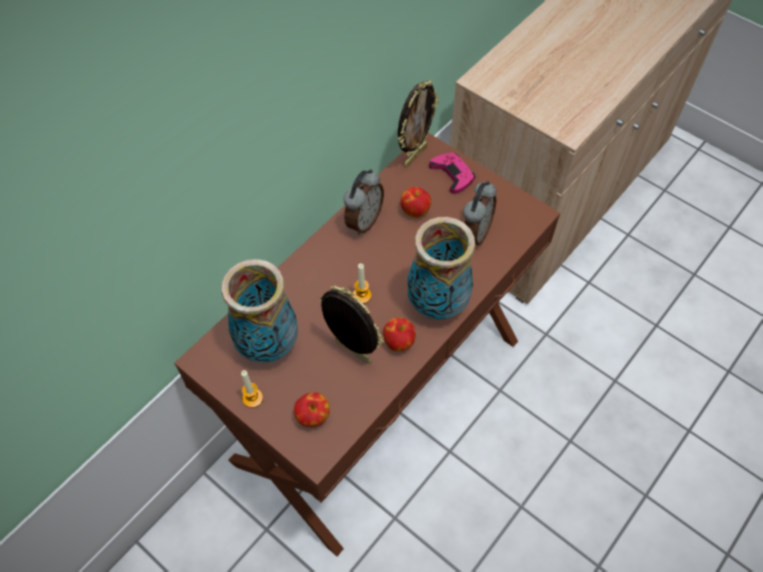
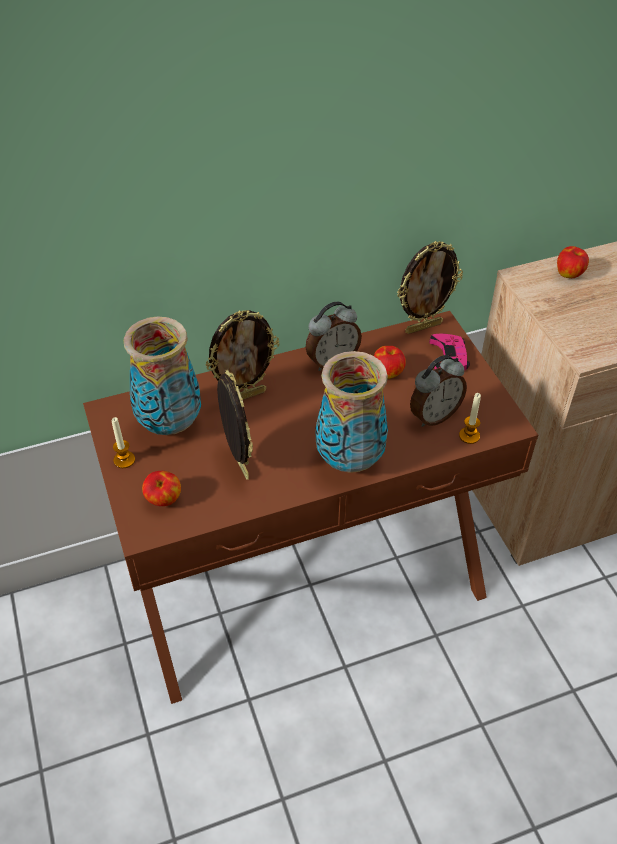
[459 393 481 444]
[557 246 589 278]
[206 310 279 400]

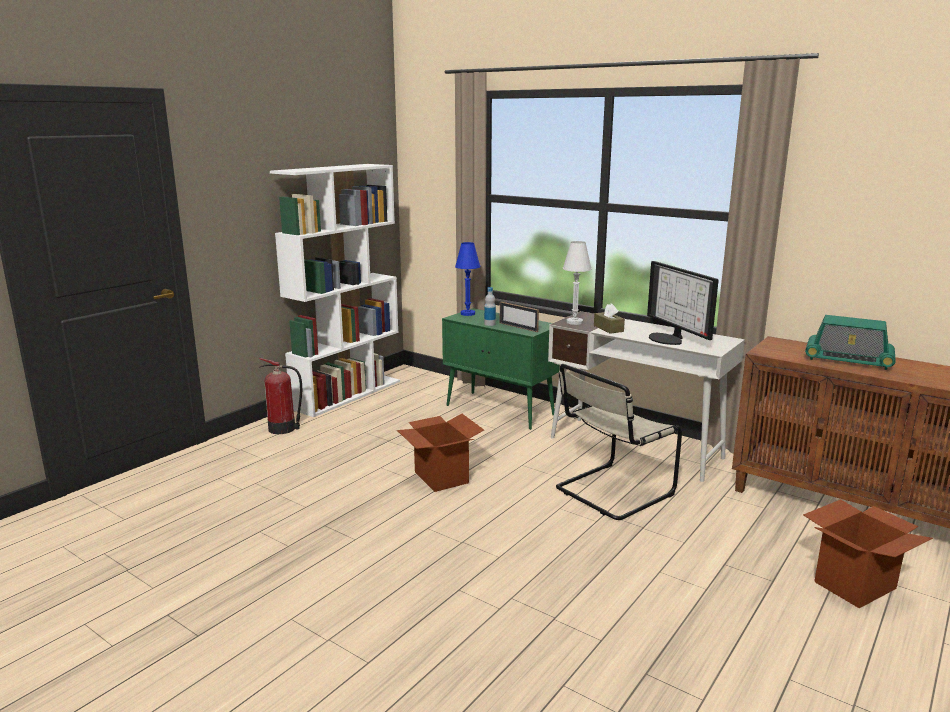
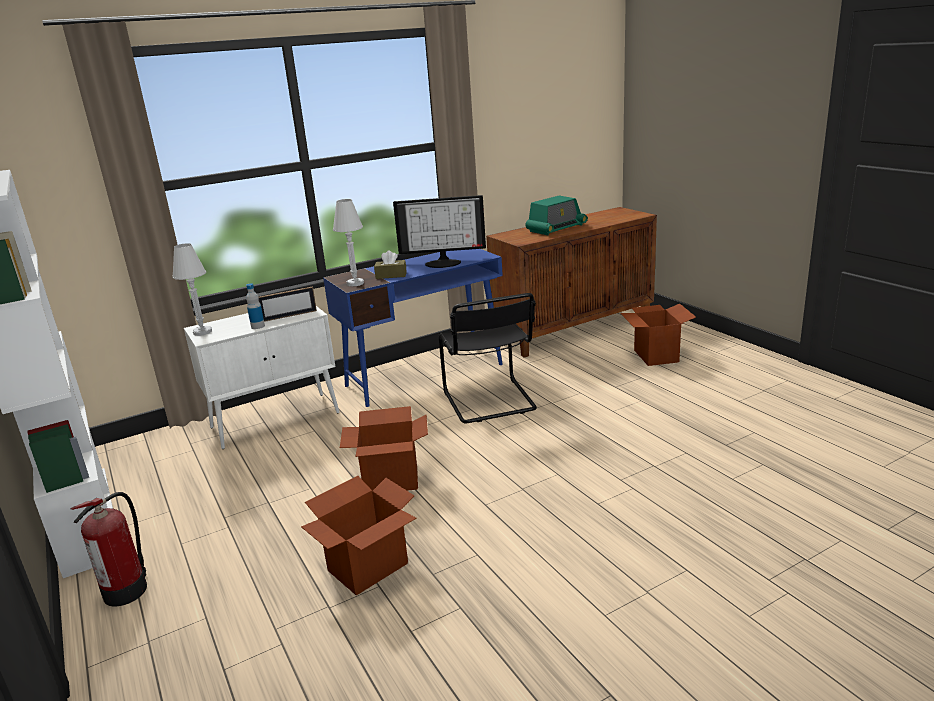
[172 243 212 336]
[184 306 339 449]
[323 249 503 407]
[439 293 537 423]
[301 476 417 596]

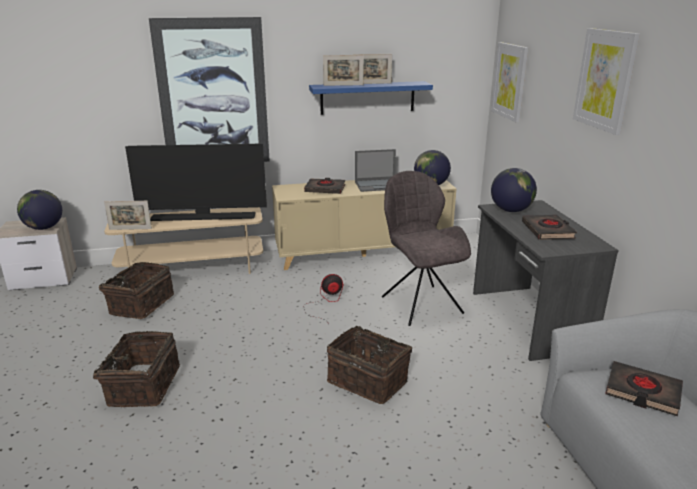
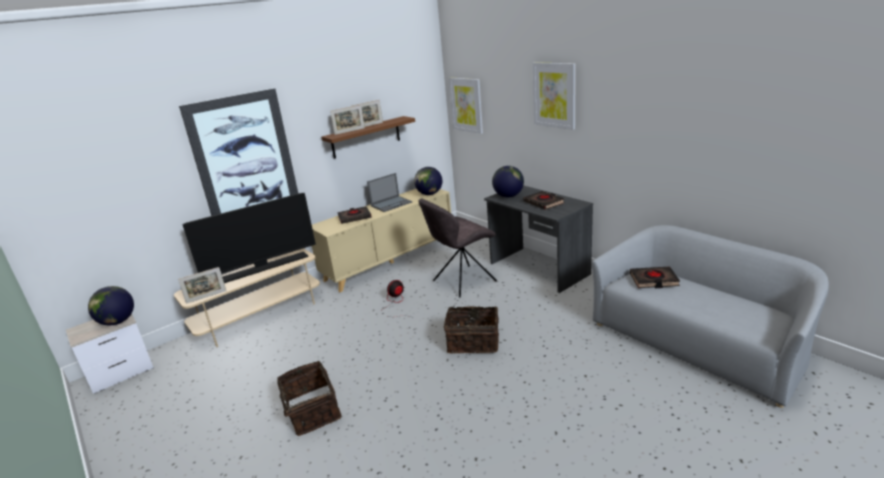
[321 116 415 159]
[419 199 497 298]
[93 262 174 319] (first image)

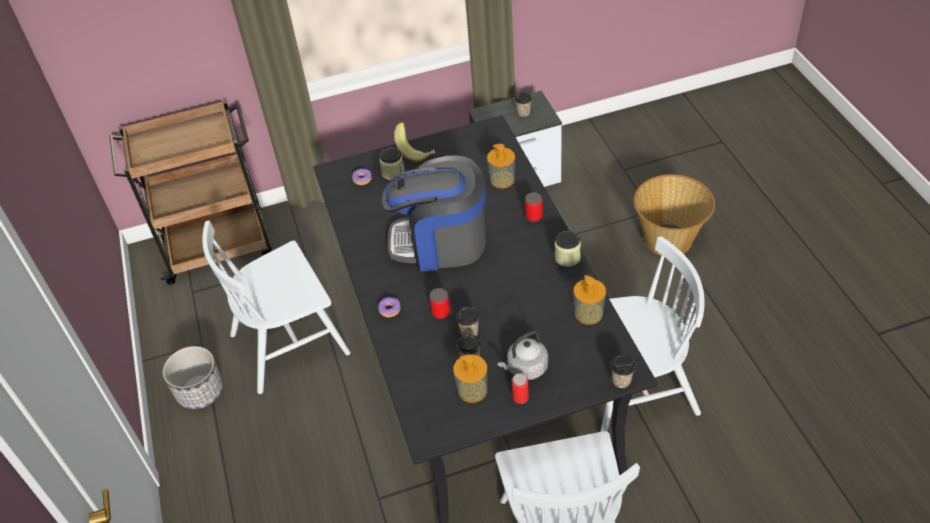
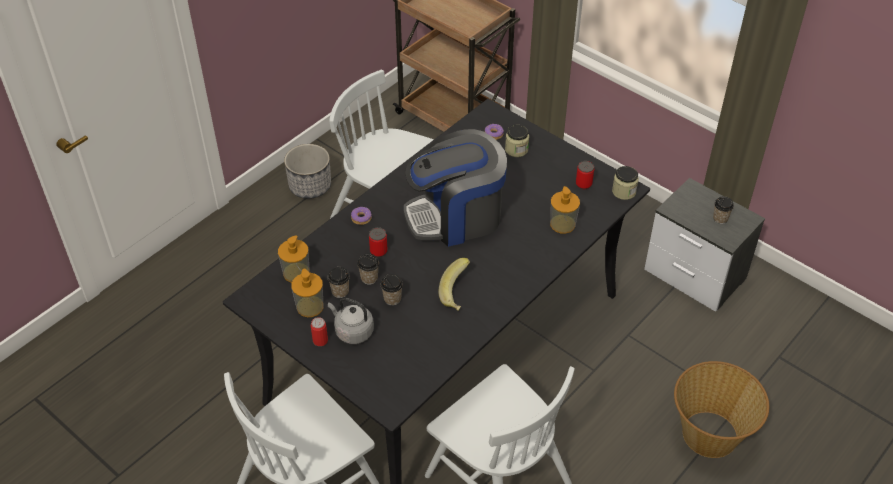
[438 258 470 311]
[404 129 507 247]
[576 161 594 189]
[612 166 639 200]
[278 235 310 283]
[381 274 403 306]

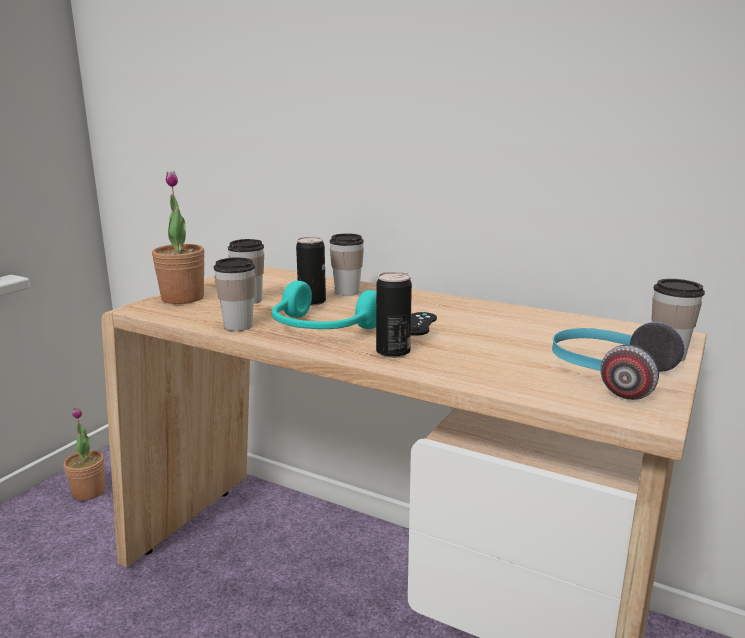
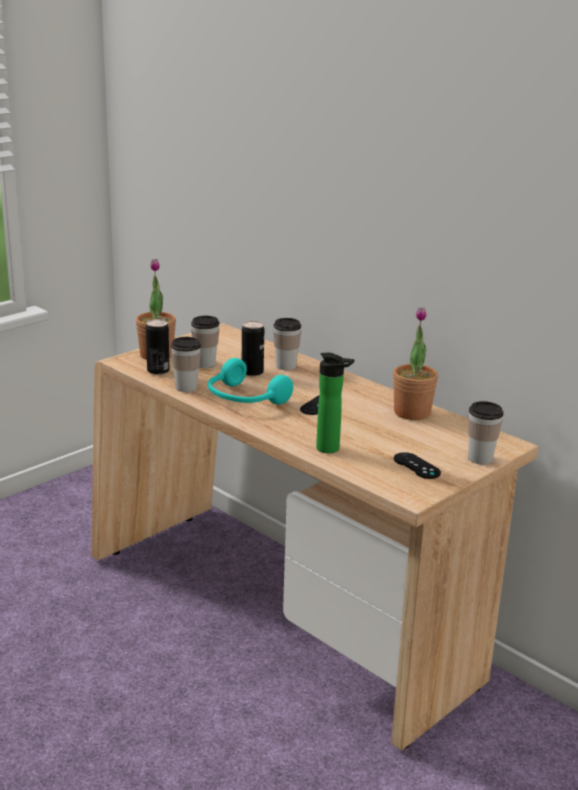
[146 319 169 375]
[394 452 441 479]
[393 307 438 420]
[316 353 355 453]

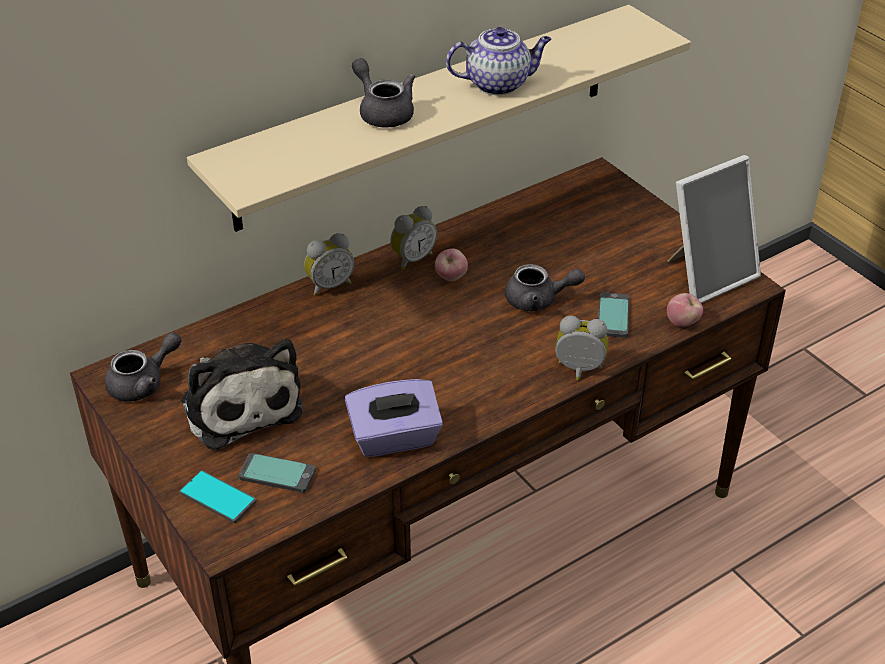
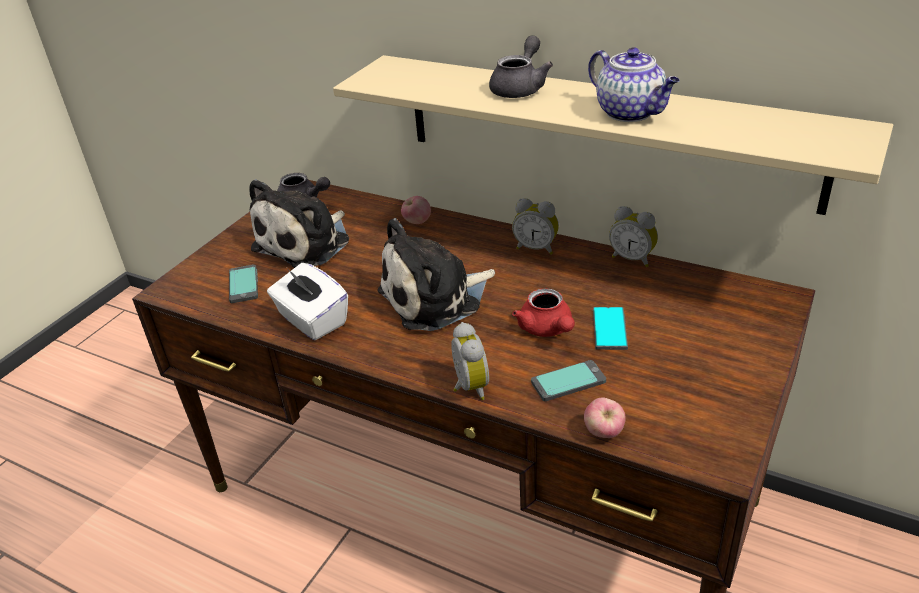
[667 155 761 303] (first image)
[609 206 658 267]
[401 196 431 224]
[512 288 575 337]
[267 263 348 340]
[593 307 628 350]
[377 218 495 331]

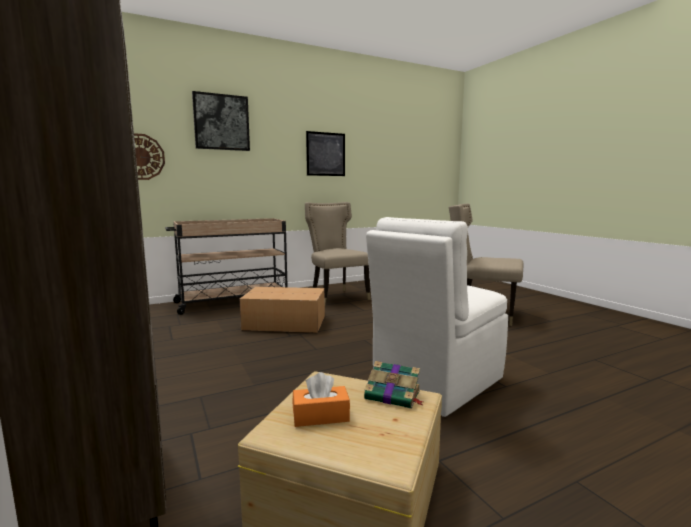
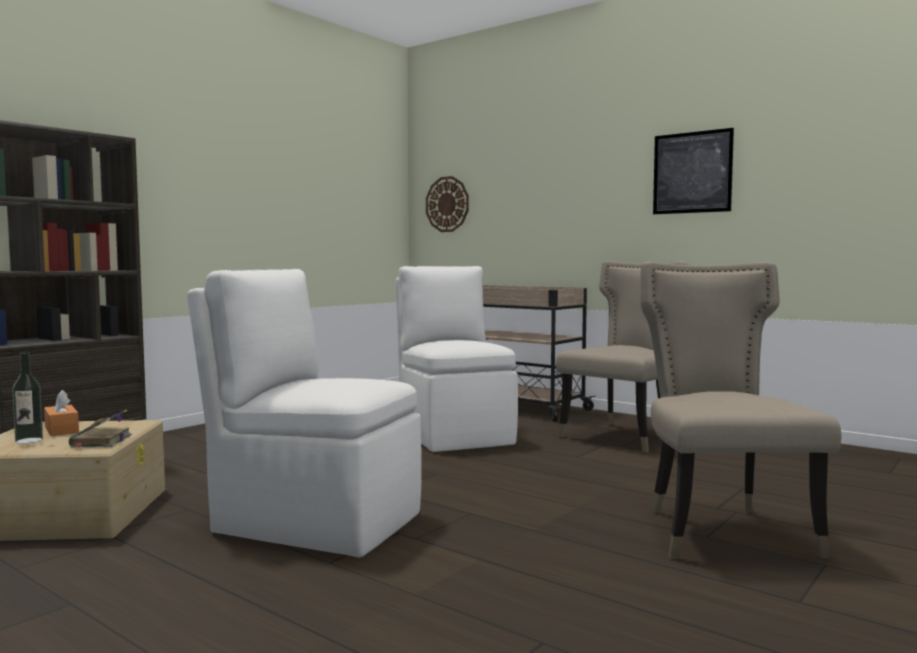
[192 91 250 151] (first image)
[395 266 518 452]
[12 352 43 444]

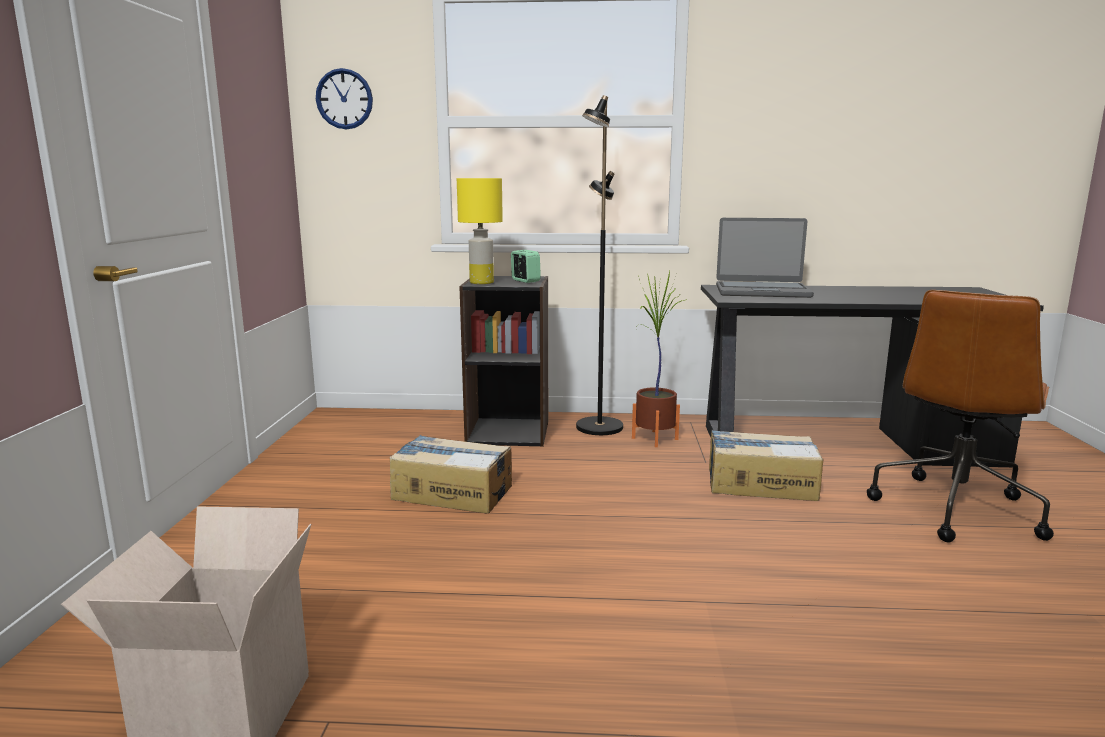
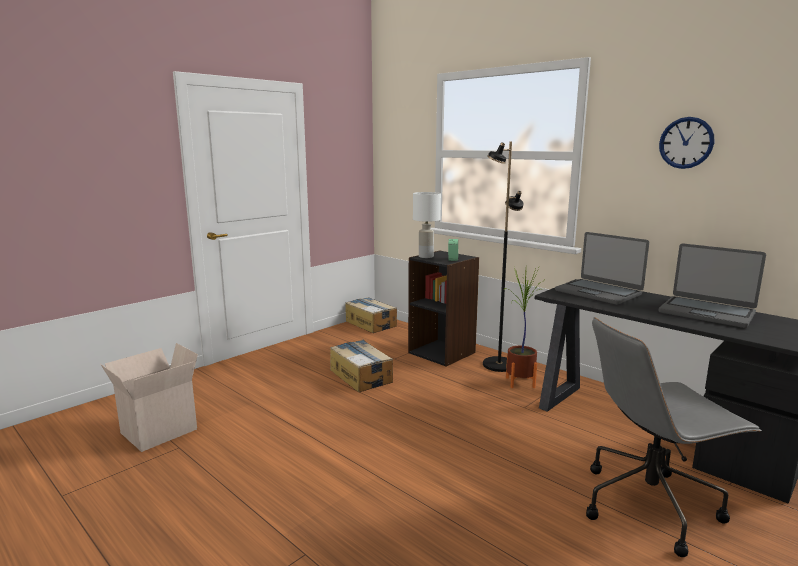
[659 117 714 169]
[413 192 441 258]
[586 317 762 557]
[345 297 397 333]
[659 243 766 328]

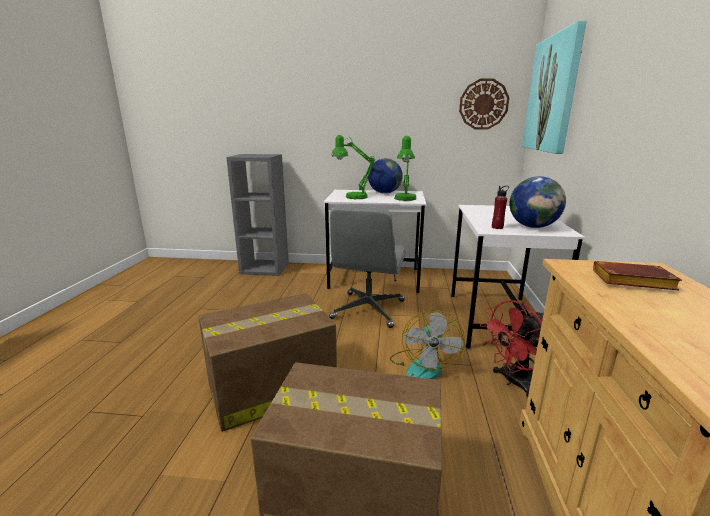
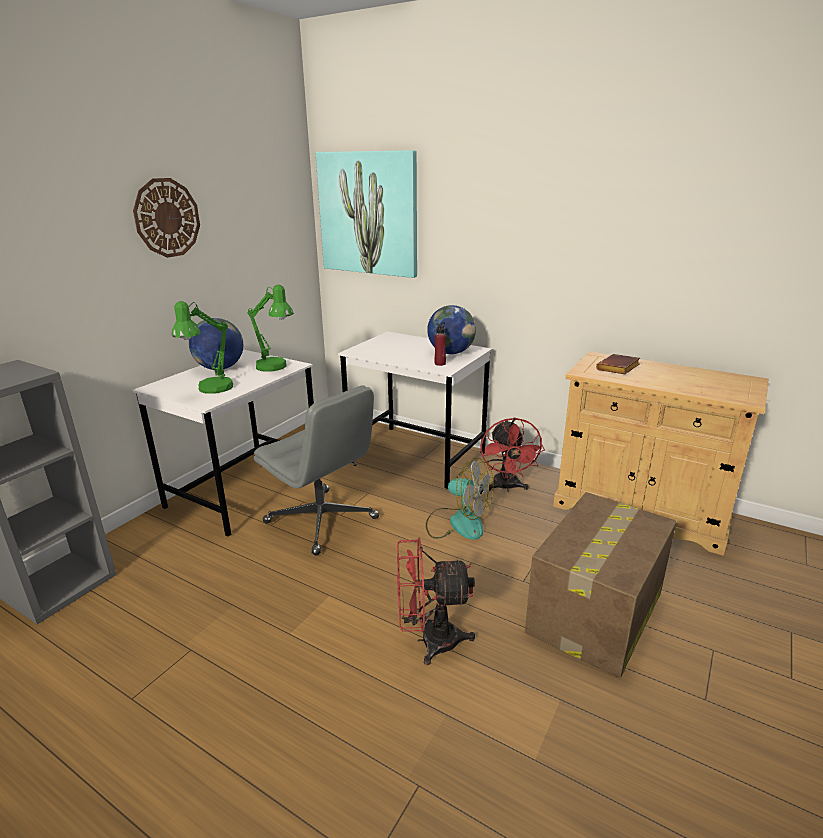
[133 178 200 258]
[397 537 475 665]

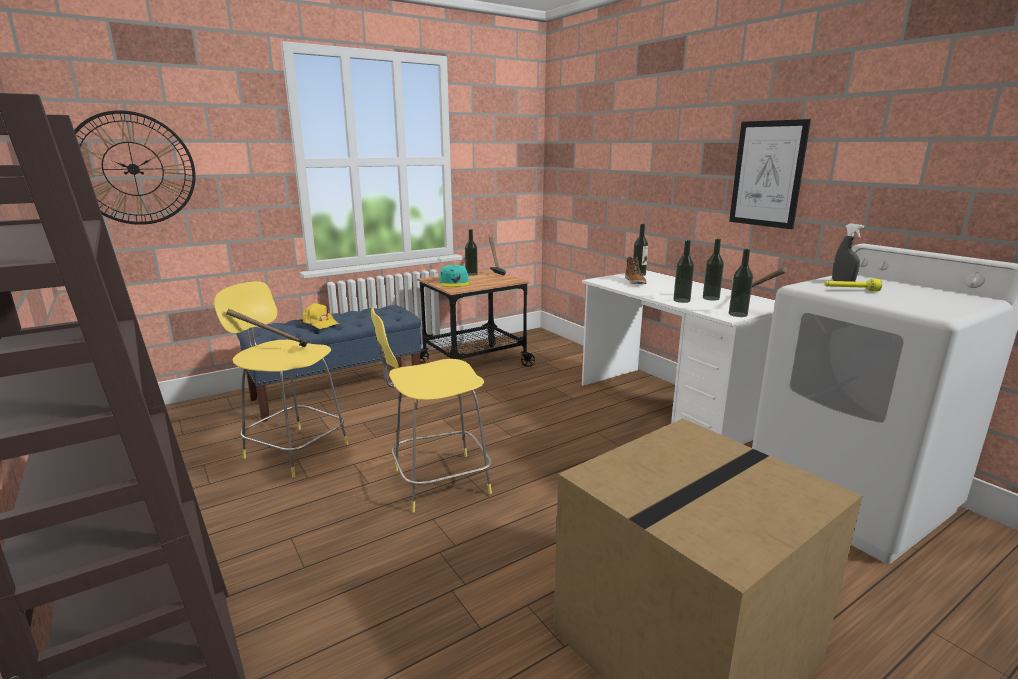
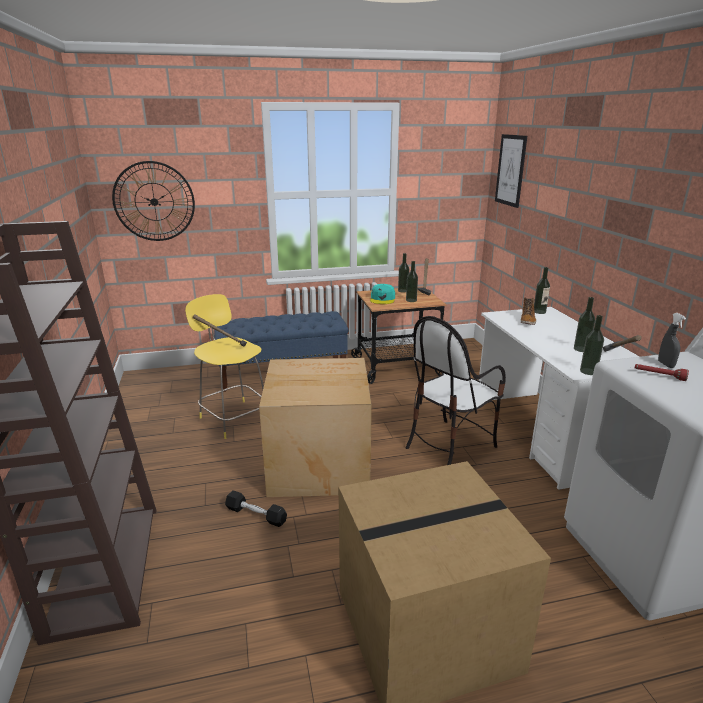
[495 134 527 208]
[406 261 418 302]
[635 364 689 381]
[300 303 339 329] (first image)
[259 358 372 497]
[405 316 506 465]
[225 490 287 527]

